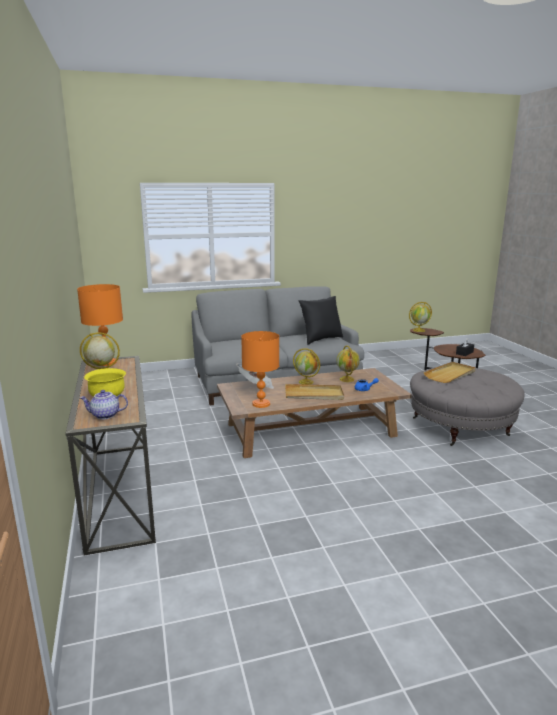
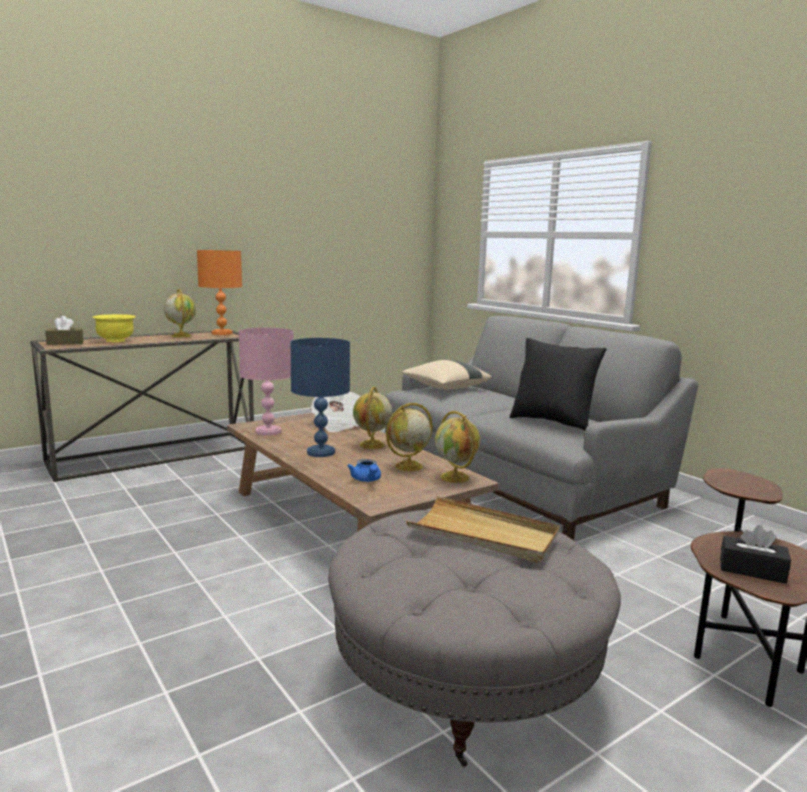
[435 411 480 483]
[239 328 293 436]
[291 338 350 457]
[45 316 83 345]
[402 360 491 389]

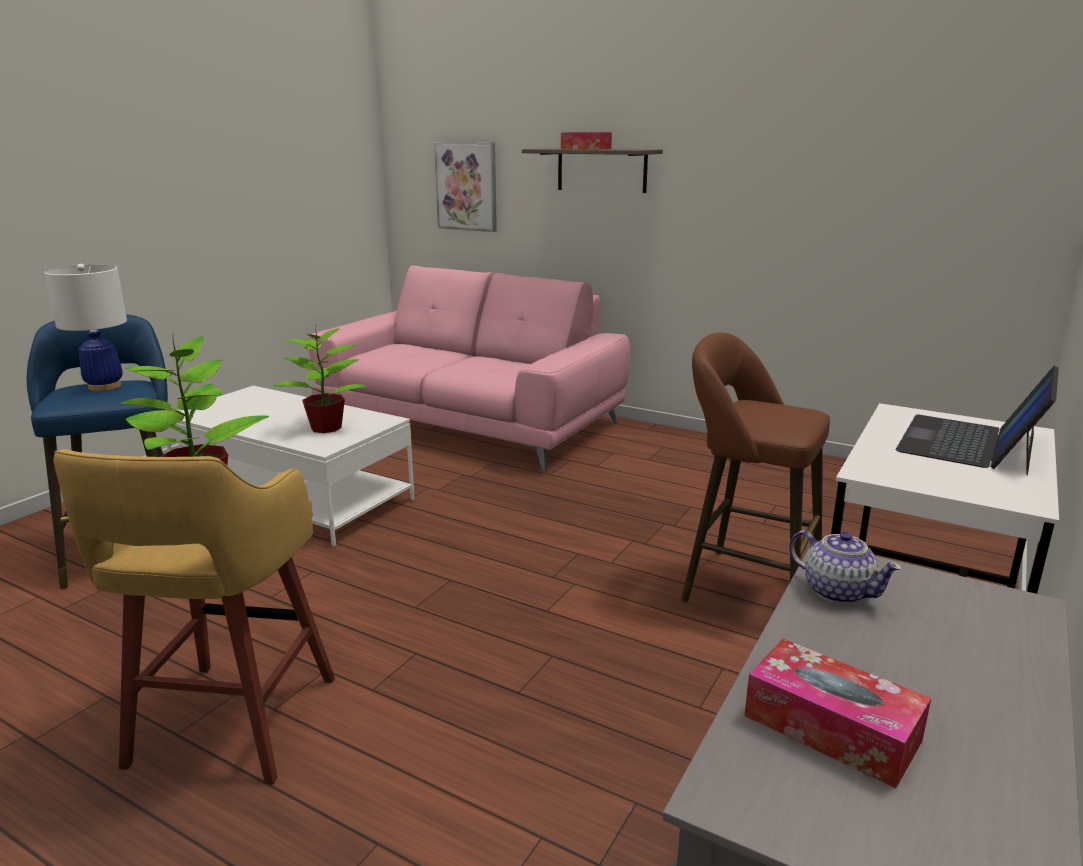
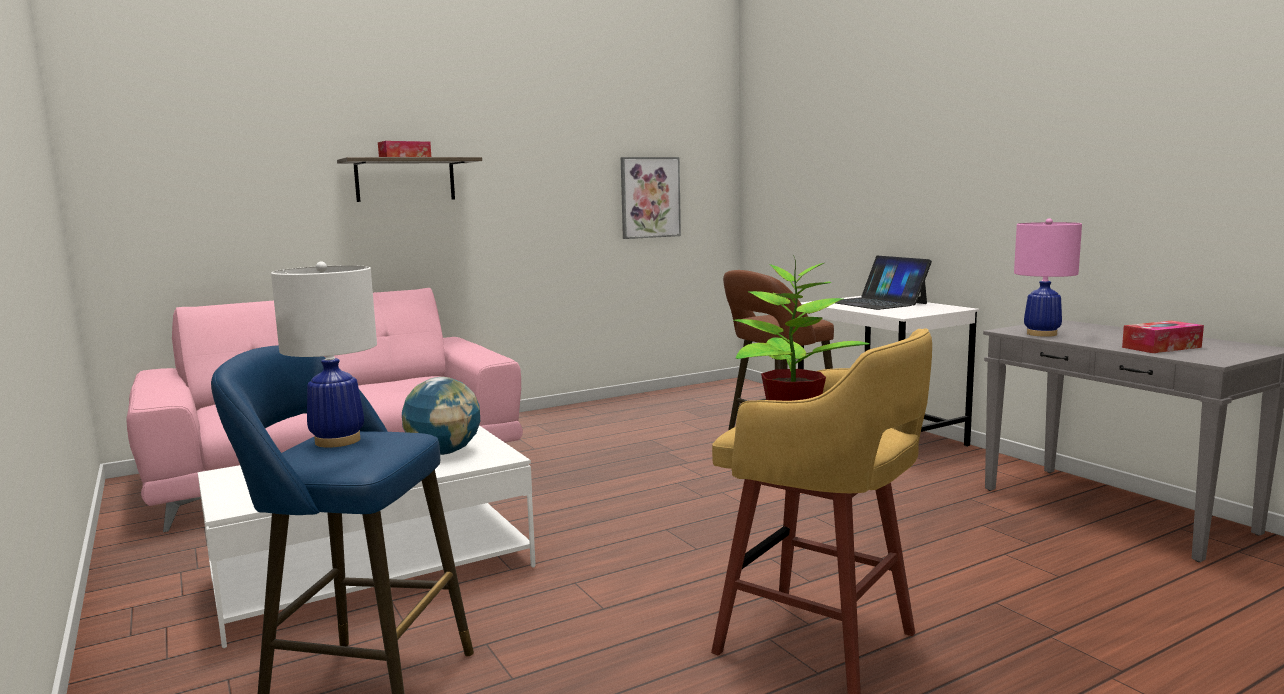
[621 157 681 239]
[402 377 480 455]
[1014 218 1082 337]

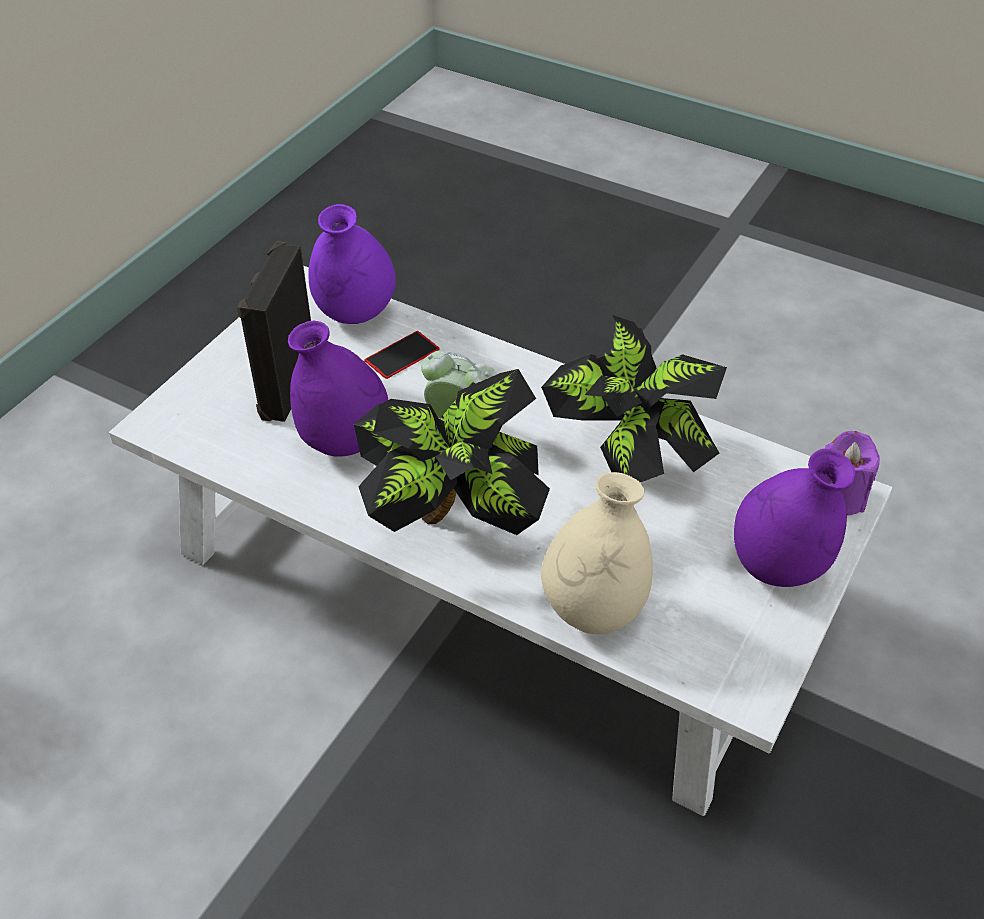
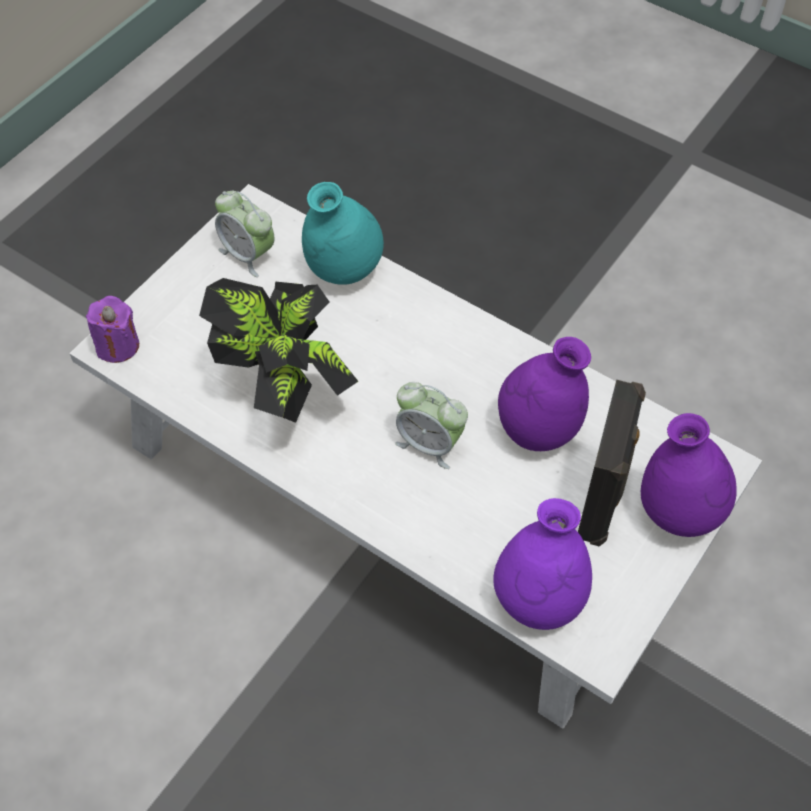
[365 331 439 379] (first image)
[354 369 550 535] (first image)
[641 413 737 537]
[302 182 384 285]
[215 191 275 277]

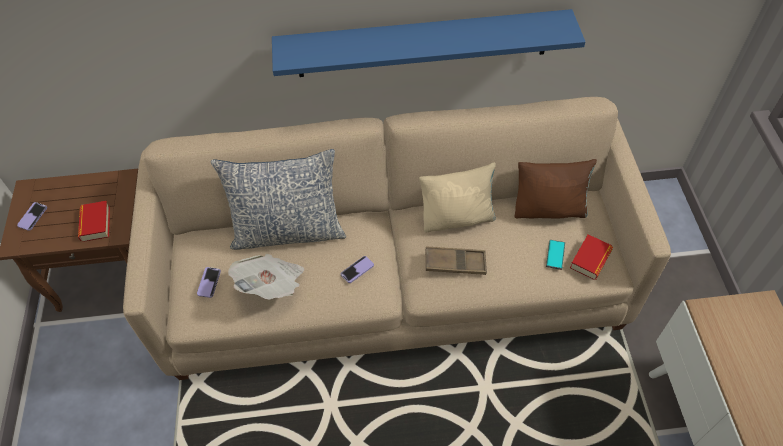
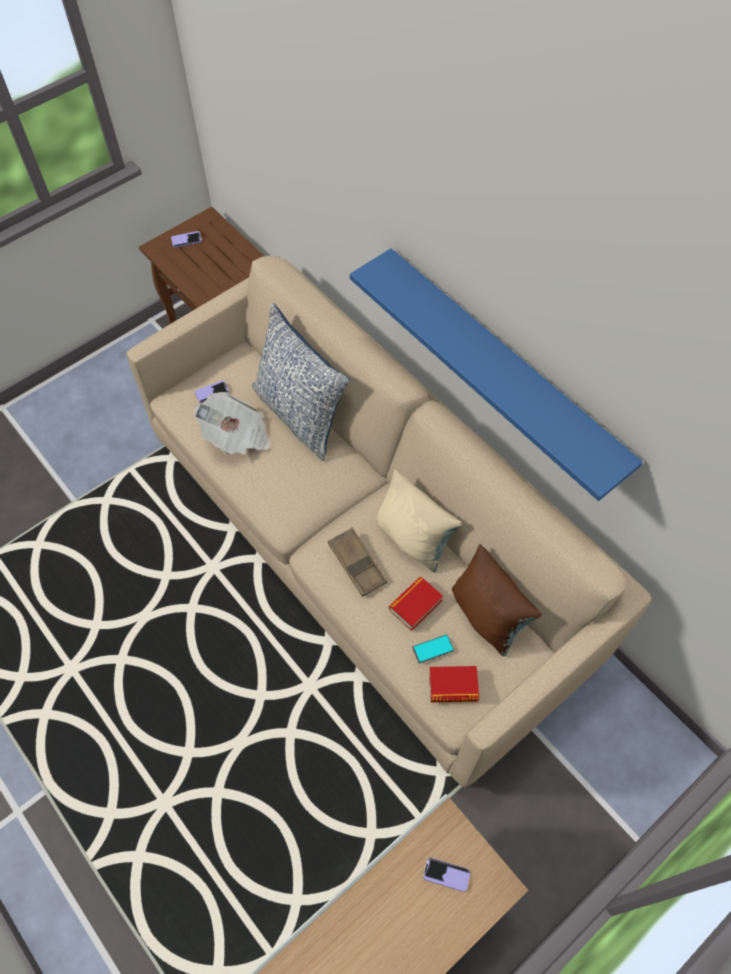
[389 577 443 631]
[423 858 470 892]

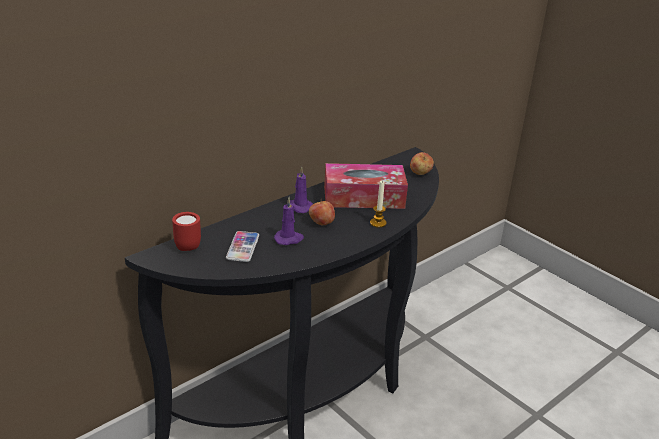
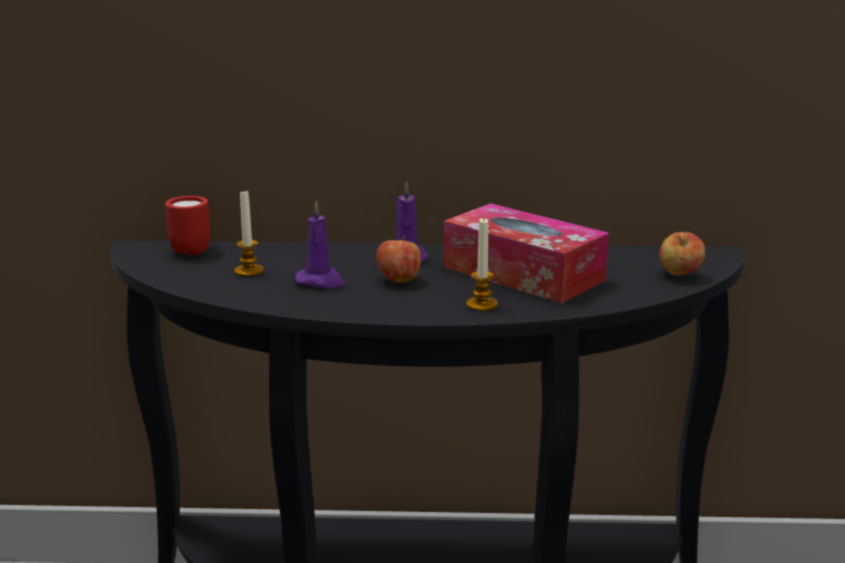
[235 191 264 277]

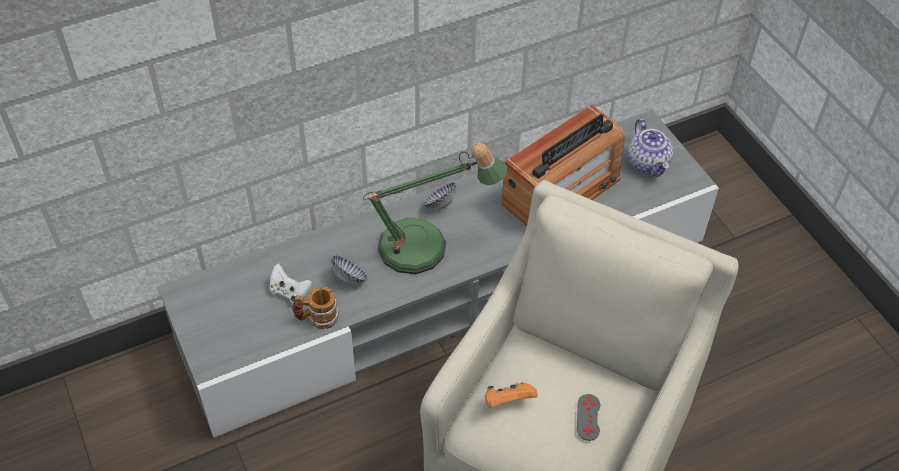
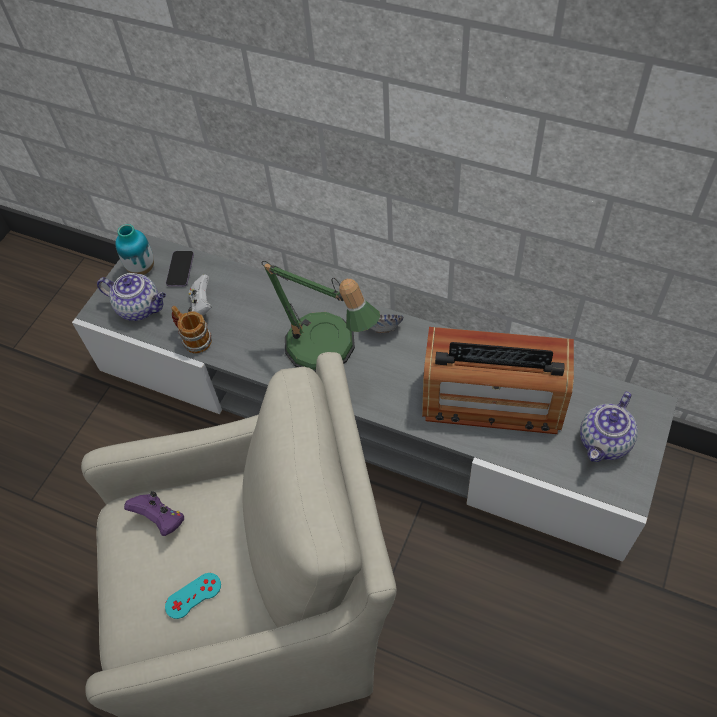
[332 255 368 286] (first image)
[124 491 184 536]
[165 573 221 619]
[115 224 154 275]
[166 251 194 287]
[97 273 166 321]

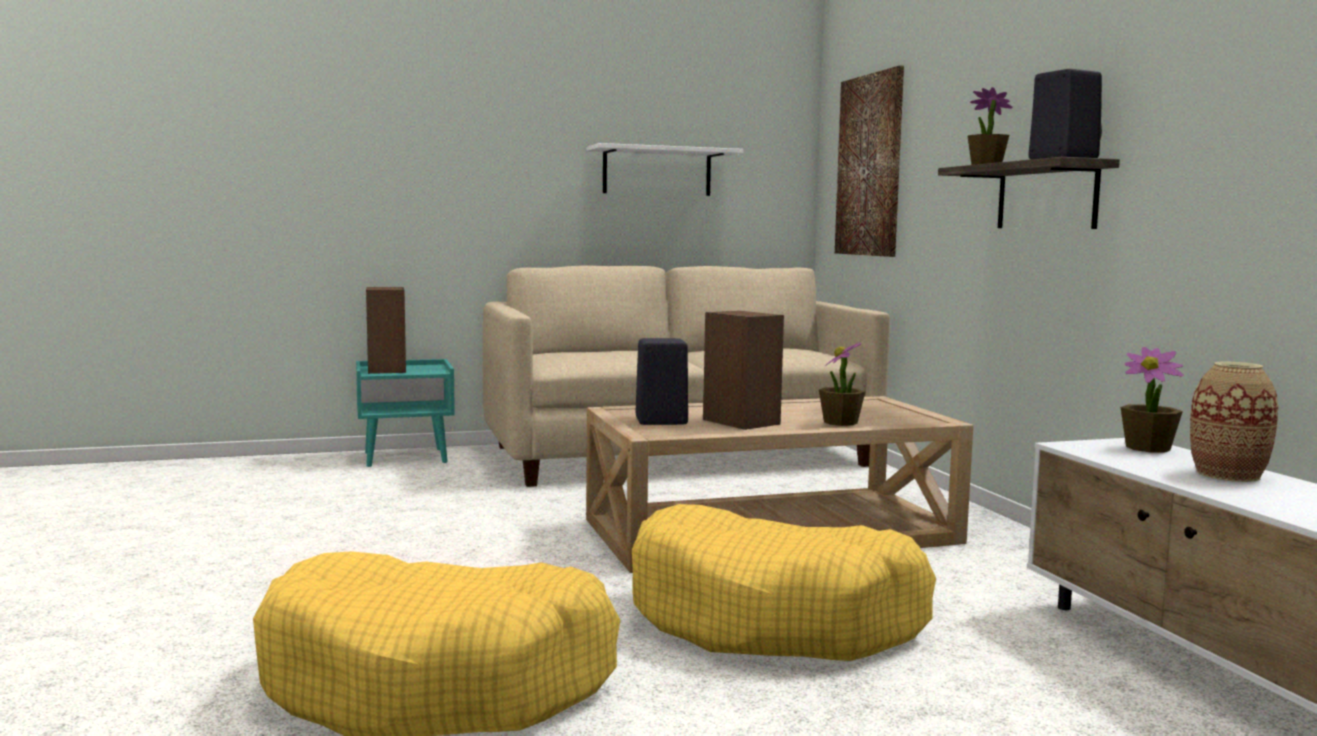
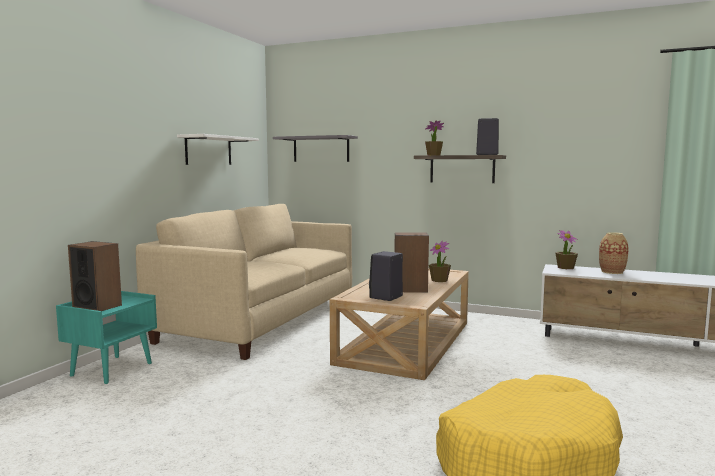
[273 135 358 162]
[632 504 936 661] (first image)

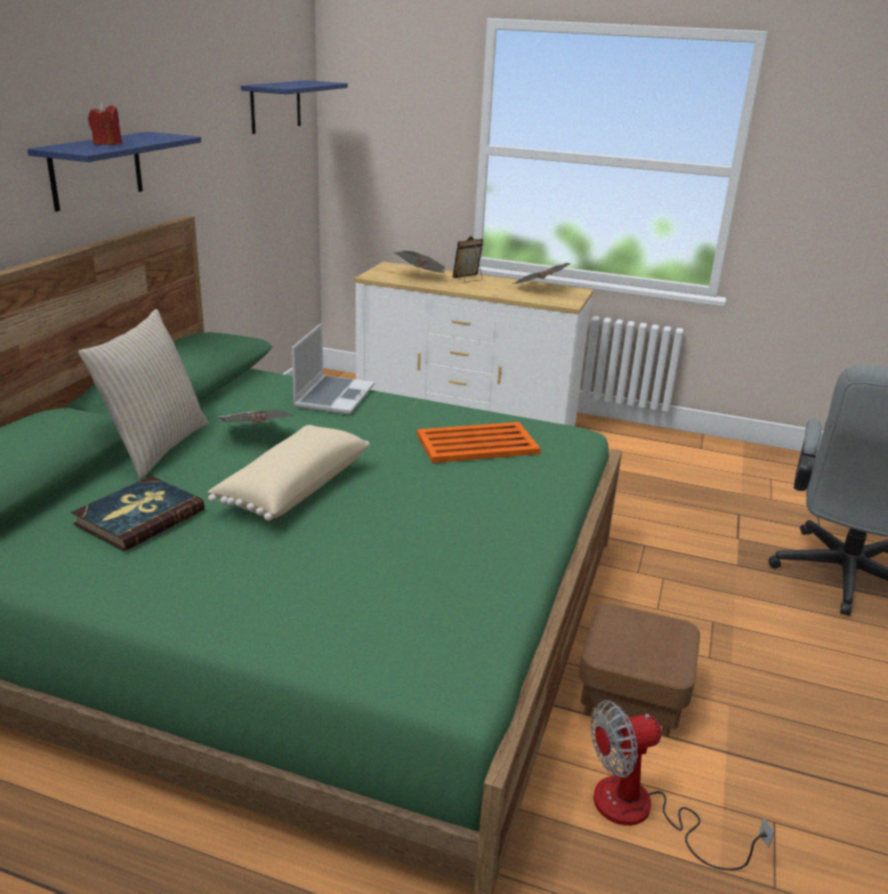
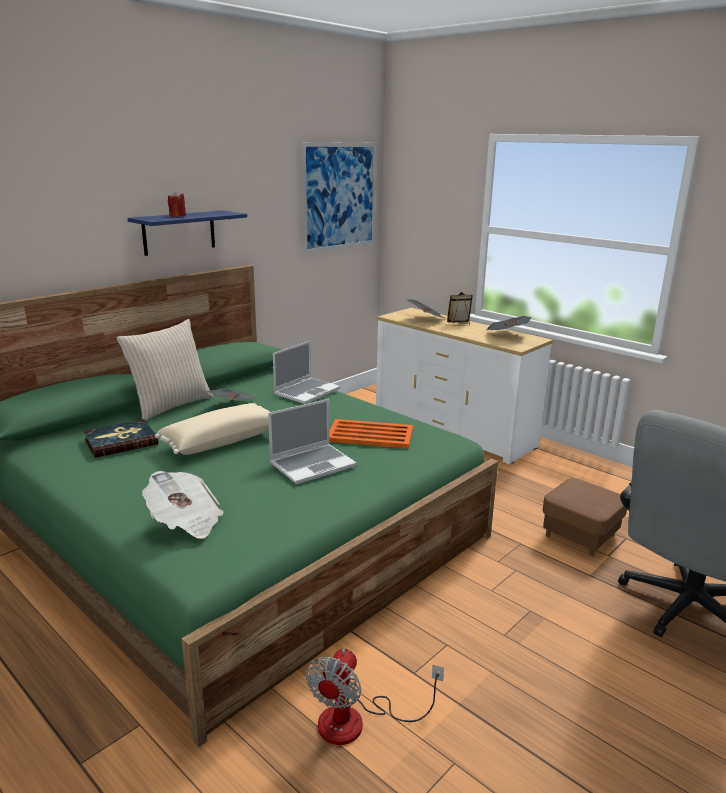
[301 142 377 254]
[543 478 627 556]
[305 649 444 745]
[268 399 357 484]
[142 471 224 539]

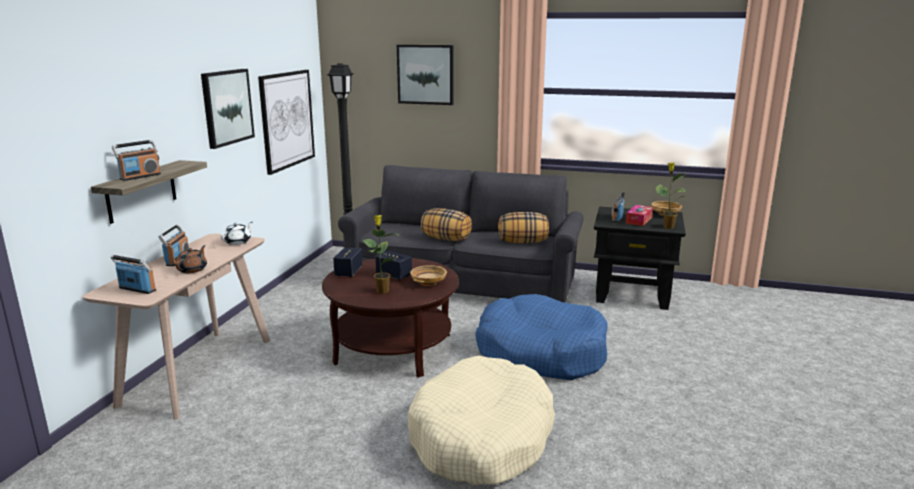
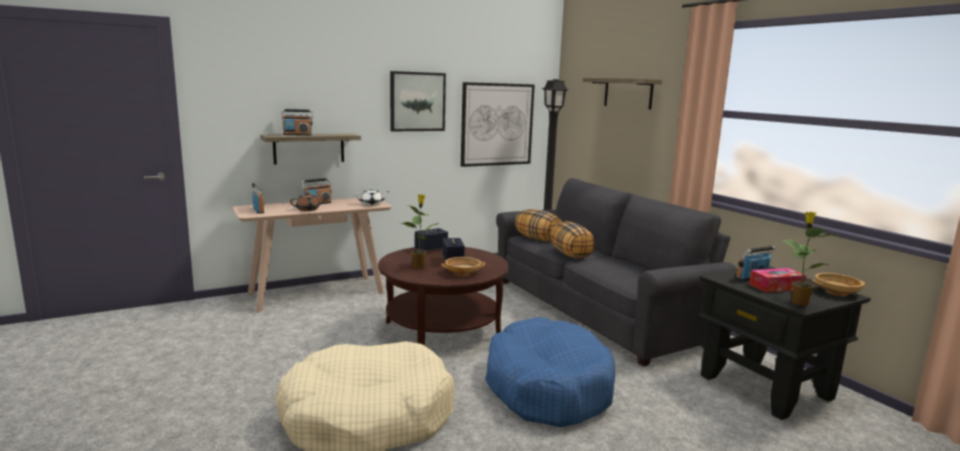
[582 78 662 109]
[515 209 562 241]

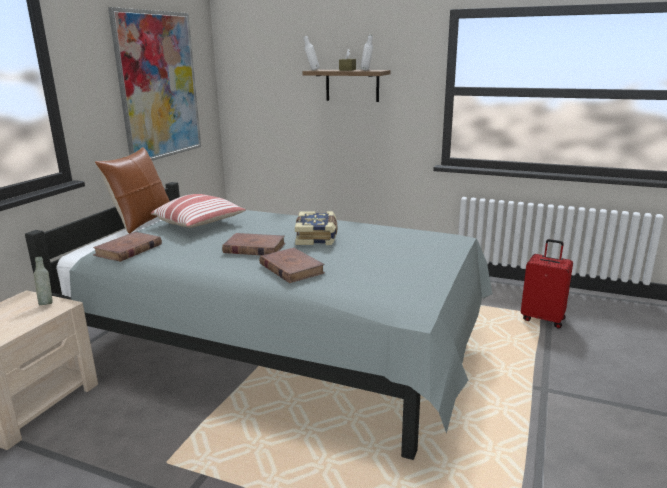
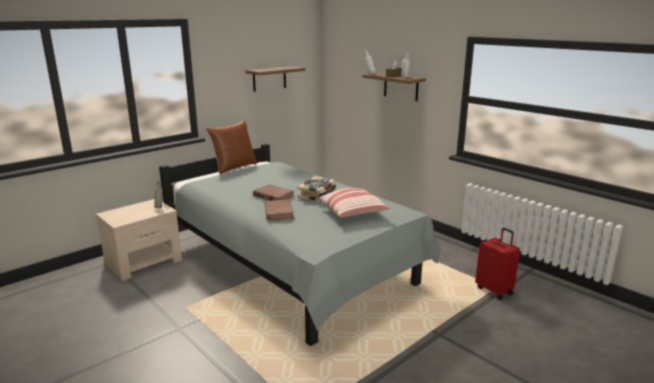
[246 66 306 92]
[318 188 390 217]
[93 232 162 262] (first image)

